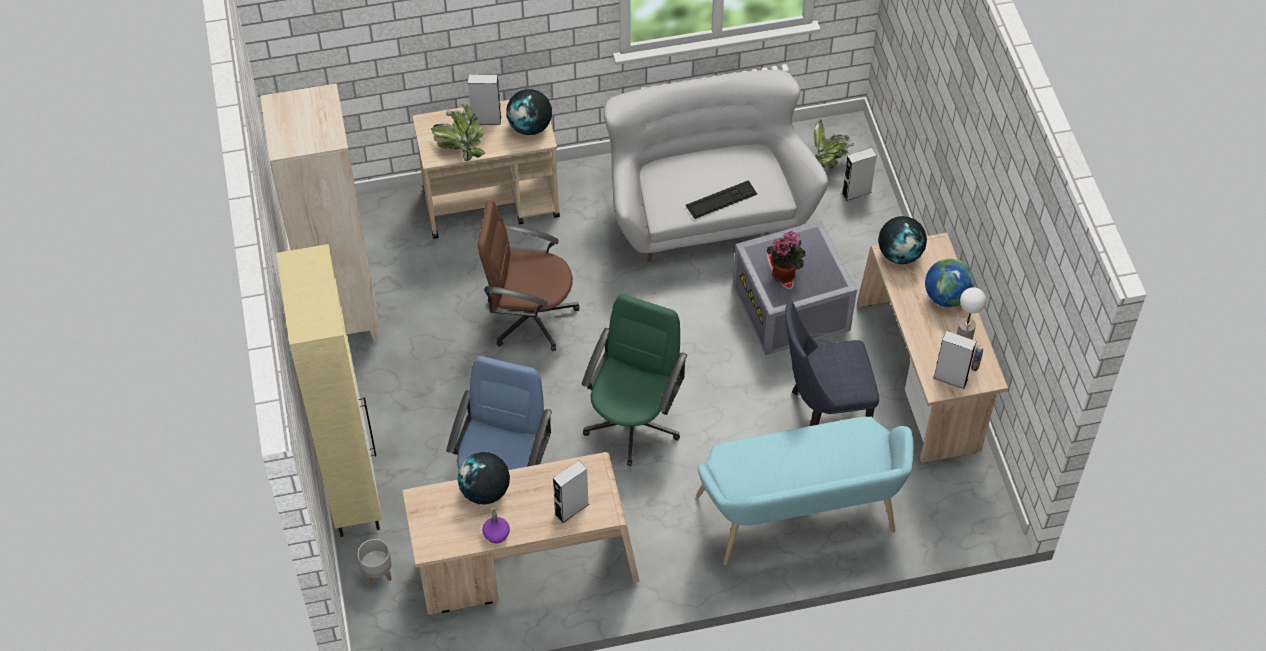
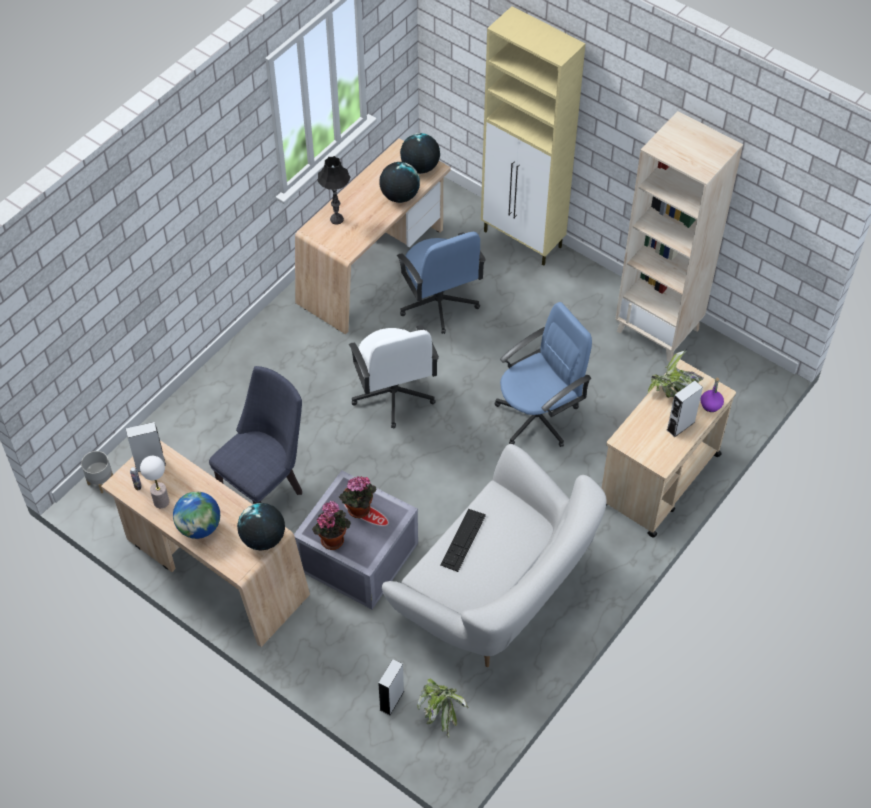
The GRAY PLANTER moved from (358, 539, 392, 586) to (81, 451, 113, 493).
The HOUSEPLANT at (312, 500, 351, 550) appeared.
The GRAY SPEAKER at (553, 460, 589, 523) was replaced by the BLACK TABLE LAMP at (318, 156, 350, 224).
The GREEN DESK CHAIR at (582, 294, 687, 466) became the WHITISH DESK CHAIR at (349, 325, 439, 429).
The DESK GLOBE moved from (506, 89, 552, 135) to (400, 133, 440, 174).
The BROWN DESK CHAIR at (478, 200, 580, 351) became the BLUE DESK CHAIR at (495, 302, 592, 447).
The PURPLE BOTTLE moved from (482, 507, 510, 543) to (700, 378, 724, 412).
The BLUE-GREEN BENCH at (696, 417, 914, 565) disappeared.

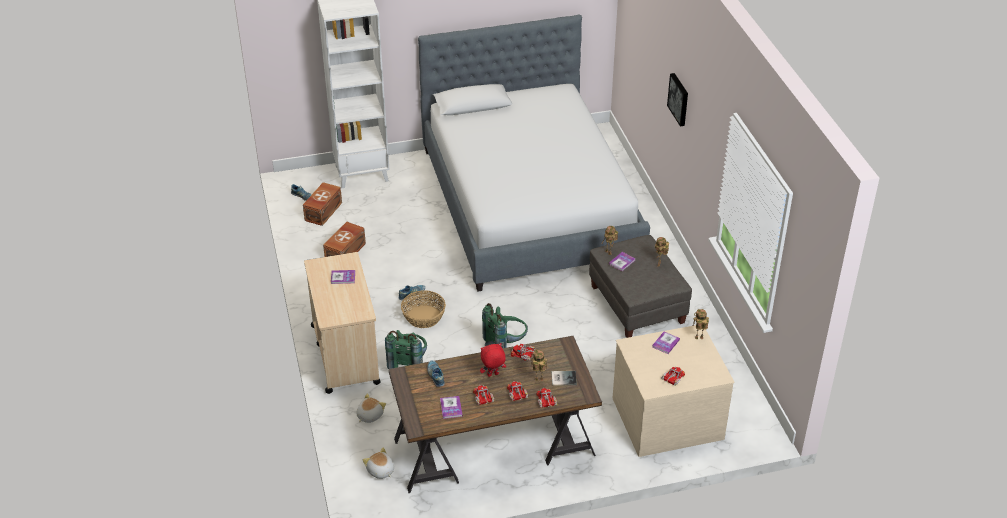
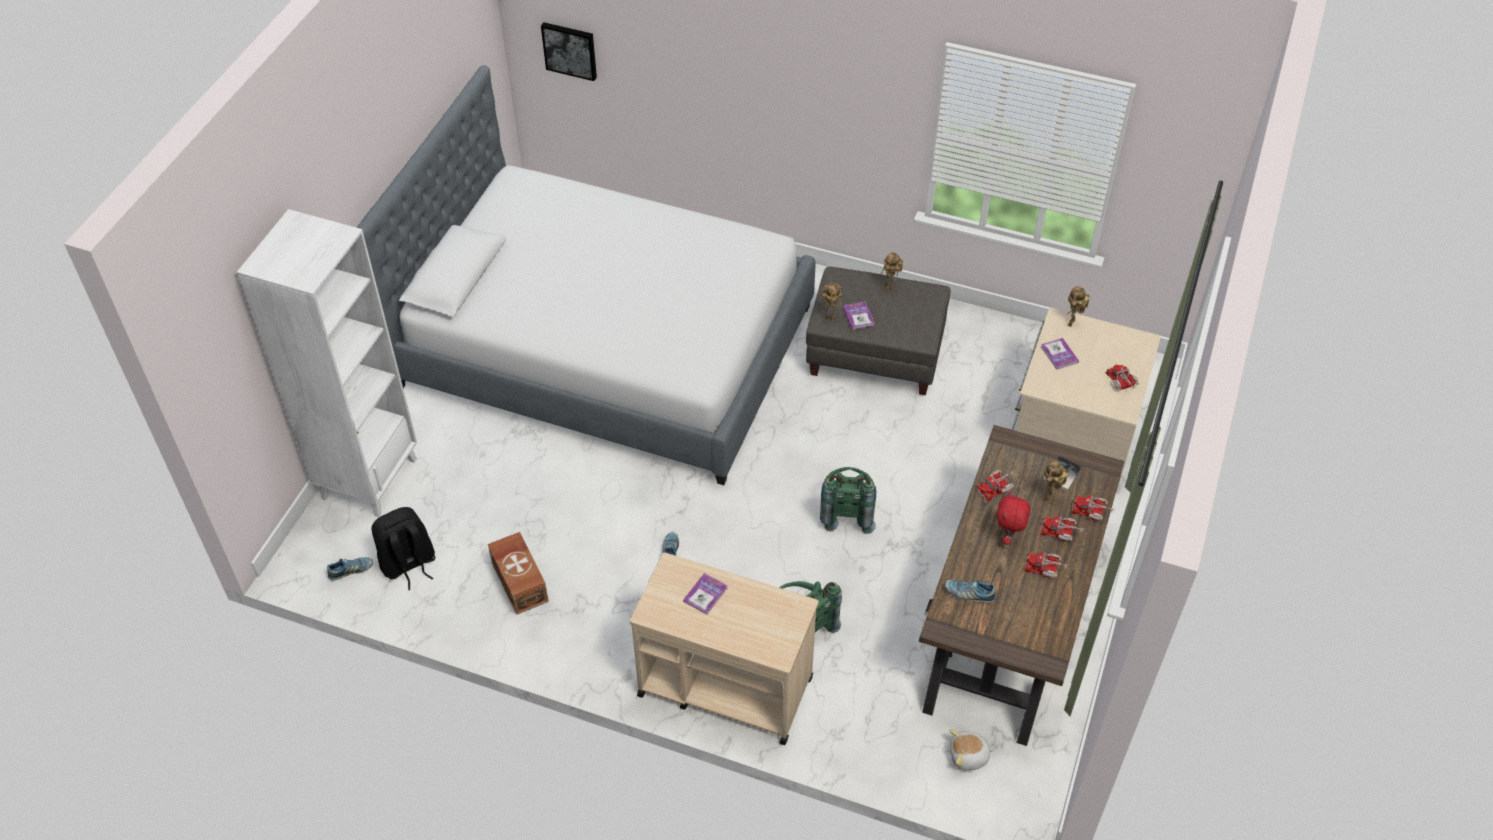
The BROWN STORAGE BOX at (303, 182, 342, 226) was replaced by the BLACK RUCKSACK at (371, 507, 436, 590).
The WALL ART moved from (667, 73, 688, 126) to (541, 22, 597, 81).
The CUDDLY TOY at (356, 393, 386, 423) disappeared.
The BASKET at (401, 290, 446, 328) disappeared.
The BOOK at (440, 396, 463, 419) disappeared.

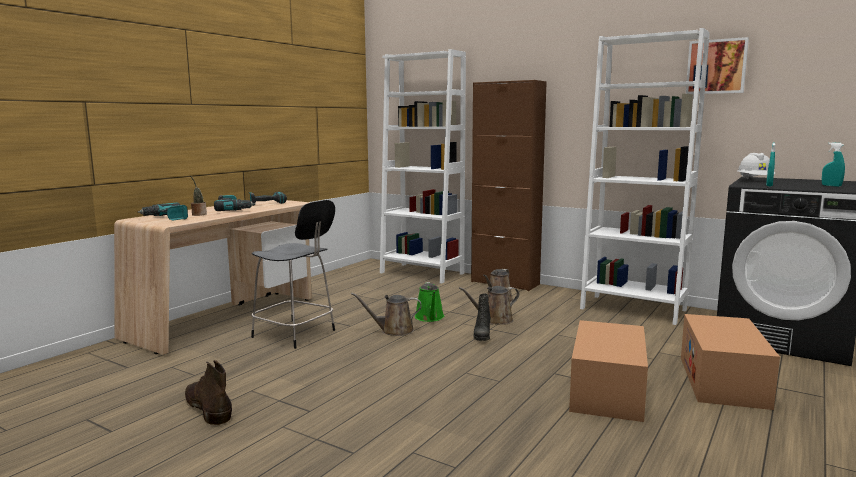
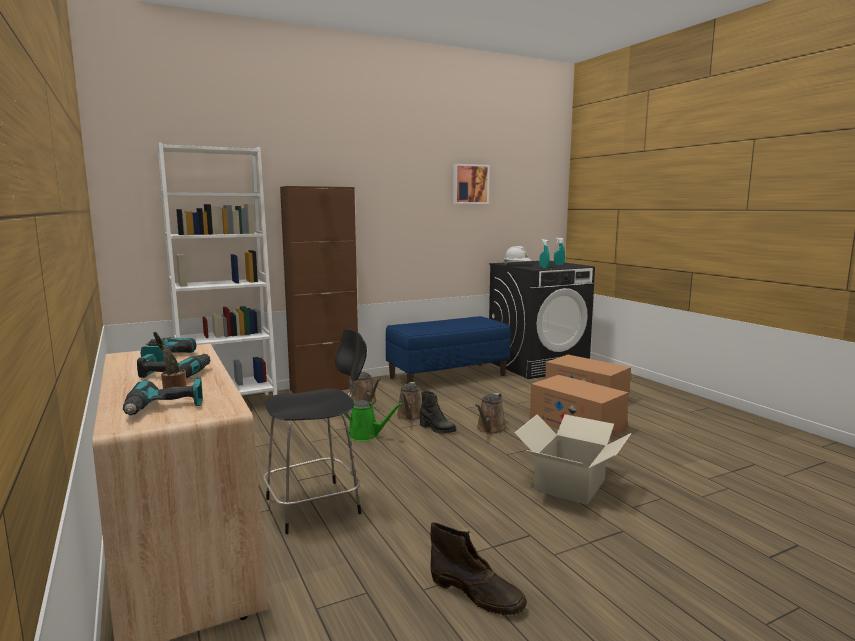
The WHITISH BOOKCASE at (580, 28, 710, 325) was replaced by the BLUE BENCH at (385, 316, 511, 383).
The BROWN HIGH-TOP BOOT at (185, 360, 232, 425) turned 135 degrees counterclockwise.
The BROWN SPRINKLING CAN moved from (351, 293, 421, 336) to (475, 393, 507, 434).
The CARDBOARD BOX at (515, 414, 632, 505) appeared.

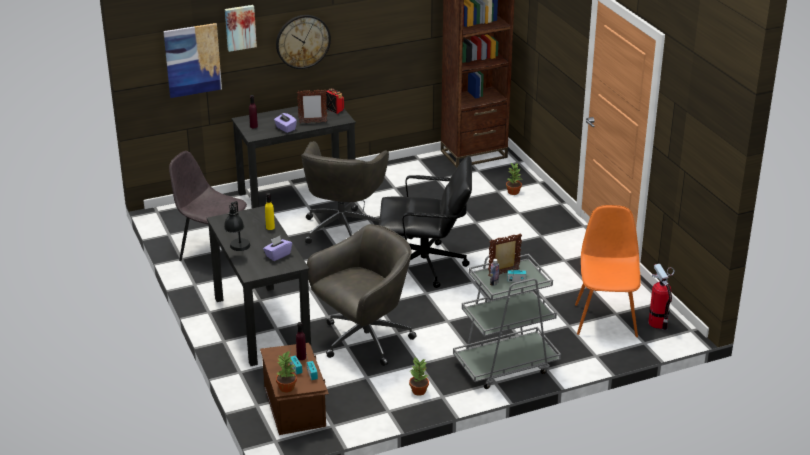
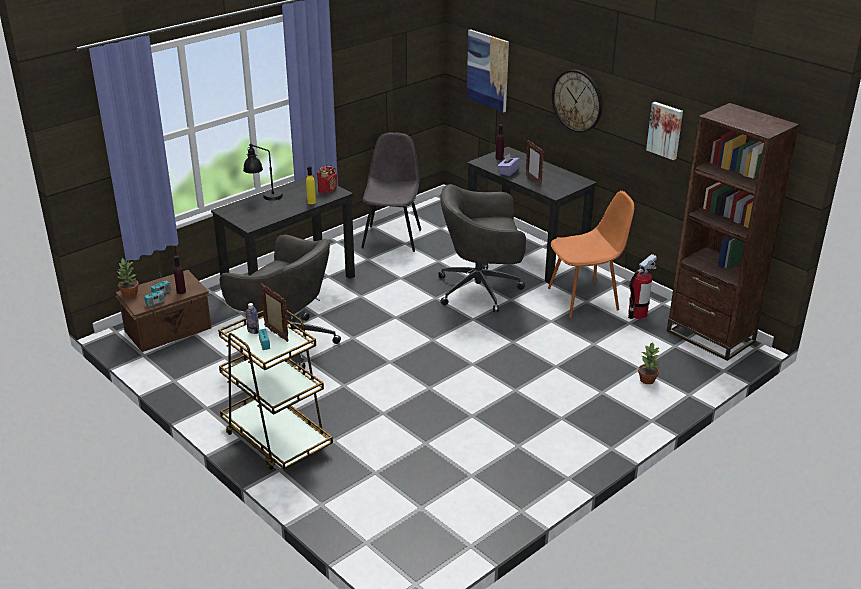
The GRAY WHEELED CART at (453, 254, 561, 389) became the BROWN WHEELED CART at (218, 310, 333, 470).
The RADIO moved from (326, 88, 344, 114) to (317, 165, 337, 194).
The ORANGE UPRIGHT CHAIR moved from (575, 205, 641, 337) to (548, 191, 634, 318).
The FIRE EXTINGUISHER moved from (648, 264, 675, 330) to (628, 254, 657, 319).
The WALL ART moved from (225, 5, 257, 52) to (646, 102, 683, 160).
The PURPLE TISSUE BOX at (263, 236, 292, 261) disappeared.
The BLACK DESK CHAIR at (379, 156, 472, 288) disappeared.
The HOUSEPLANT at (409, 357, 429, 396) disappeared.

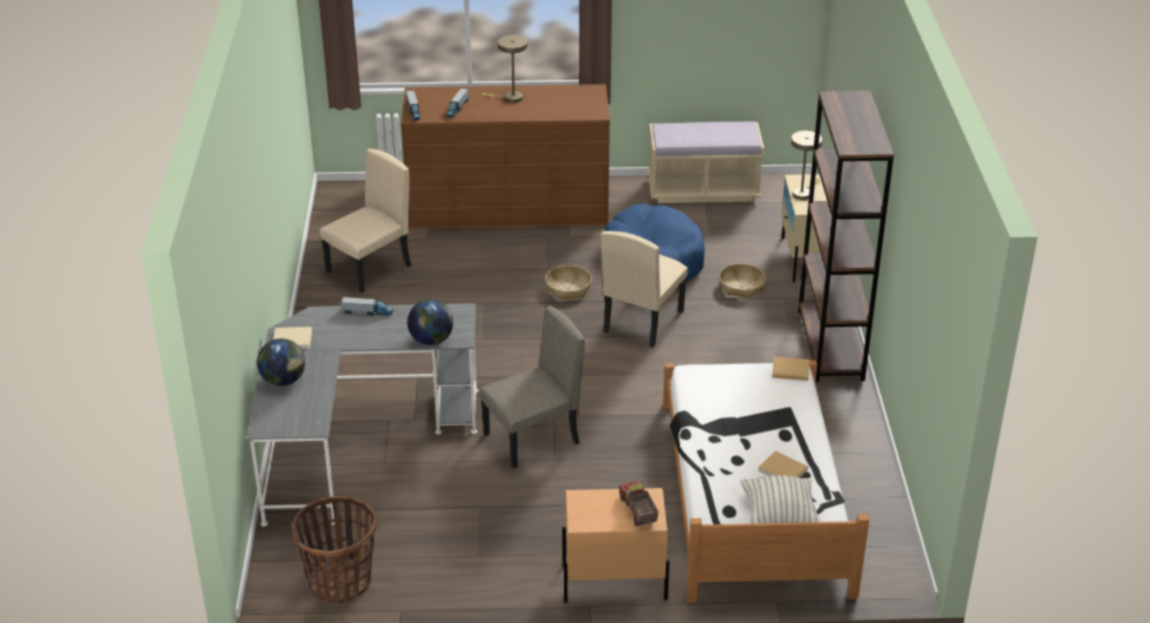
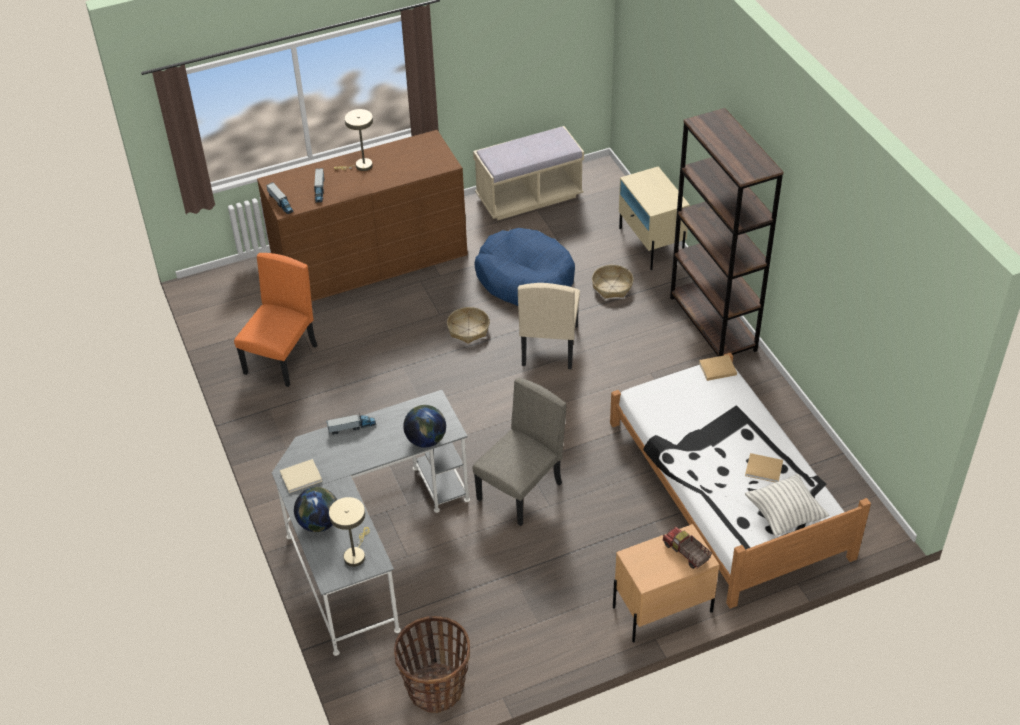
The BEIGE UPRIGHT CHAIR at (320, 149, 412, 293) became the ORANGE UPRIGHT CHAIR at (234, 253, 317, 387).
The BEIGE TABLE LAMP moved from (791, 131, 822, 200) to (329, 497, 370, 567).

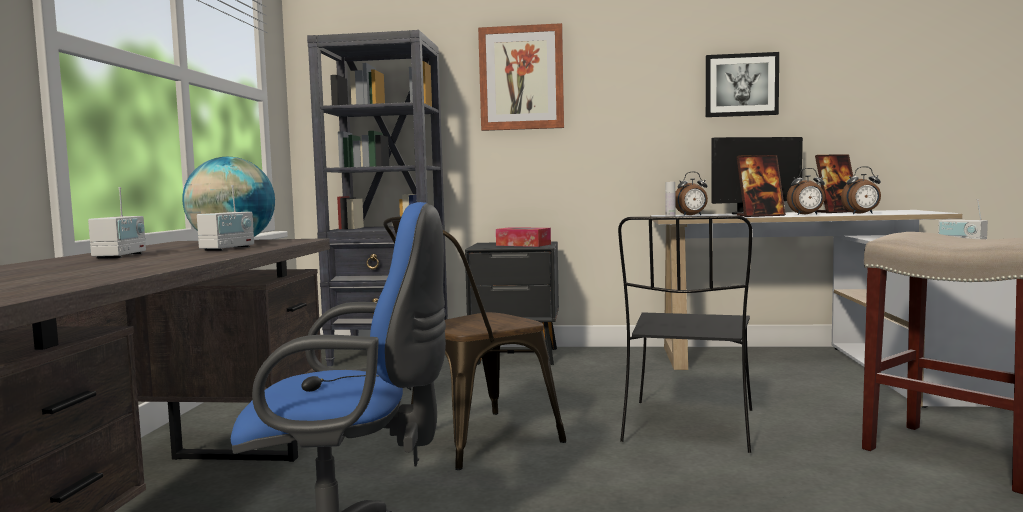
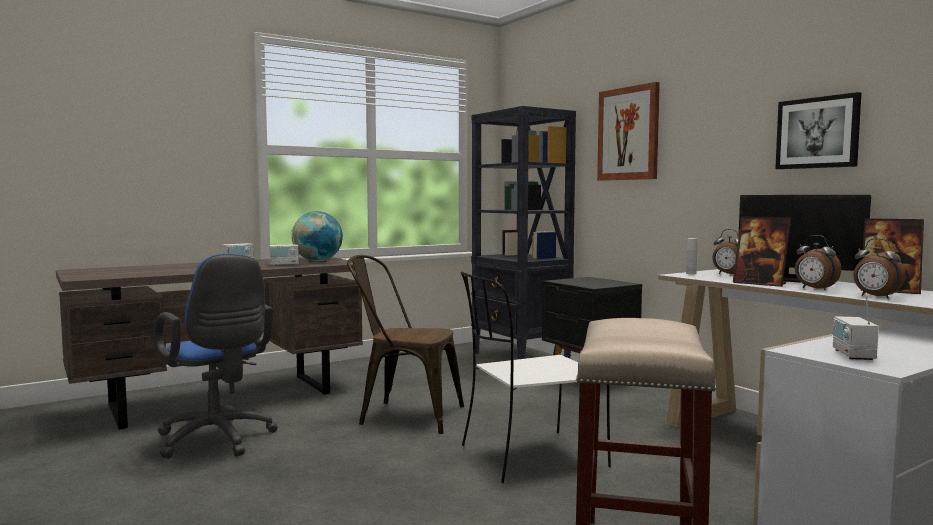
The BLACK UPRIGHT CHAIR at (618, 215, 752, 453) became the WHITISH UPRIGHT CHAIR at (461, 272, 611, 483).
The TISSUE BOX at (496, 227, 551, 247) disappeared.

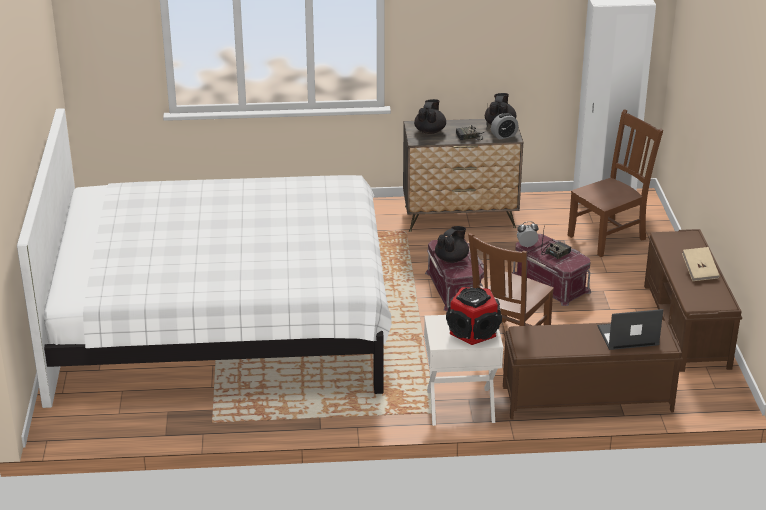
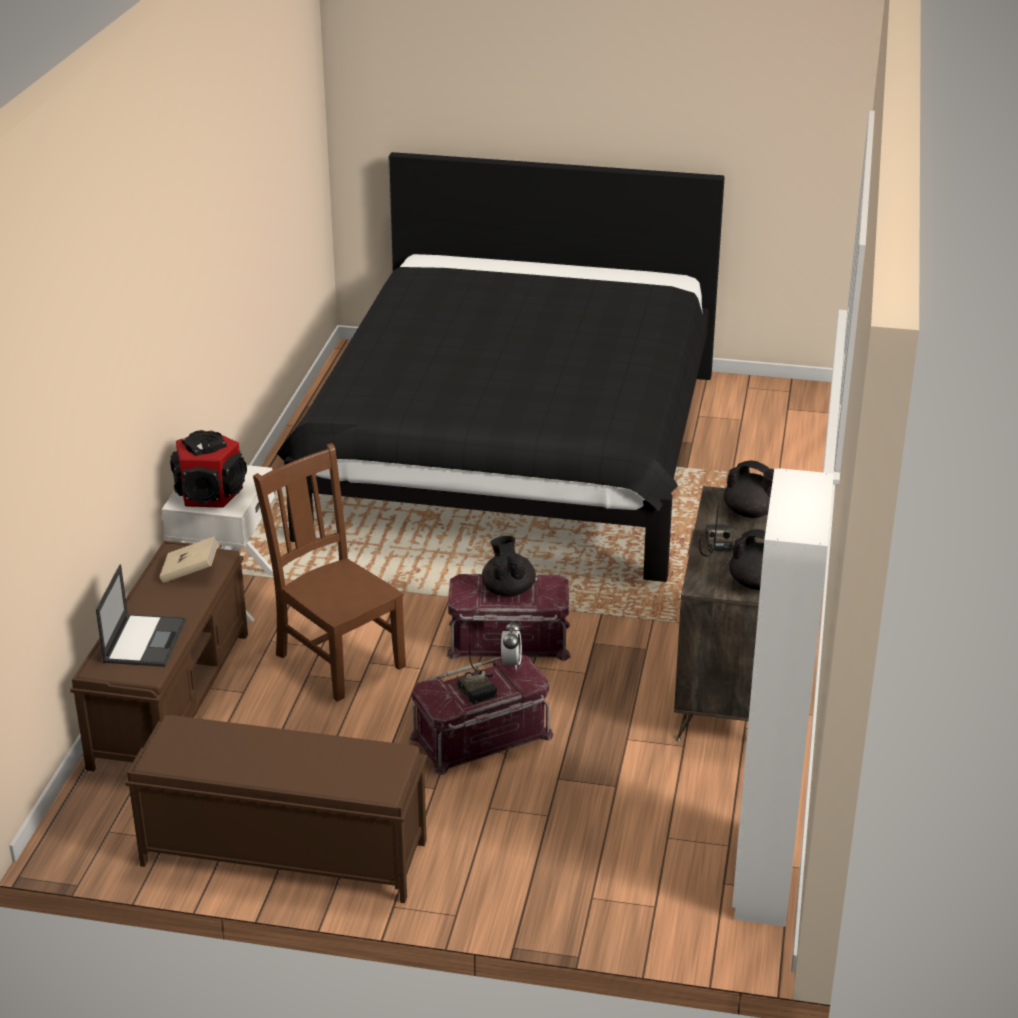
The BEIGE BOOK moved from (682, 247, 720, 281) to (159, 536, 219, 583).
The WHITISH SLEEPING BED at (17, 108, 392, 408) became the BLACK SLEEPING BED at (277, 152, 725, 582).
The BLACK TEA POT at (435, 226, 469, 263) turned 150 degrees counterclockwise.
The TABLE CLOCK at (491, 113, 518, 140) disappeared.
The BROWN UPRIGHT CHAIR at (568, 109, 663, 257) disappeared.

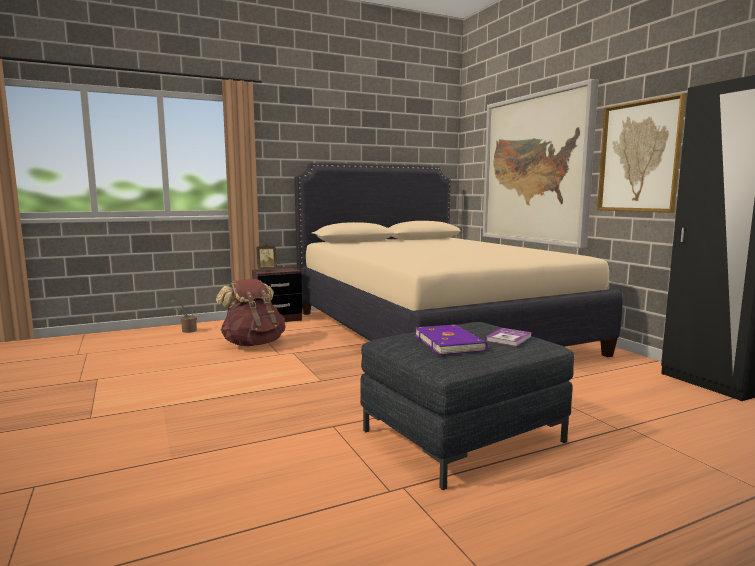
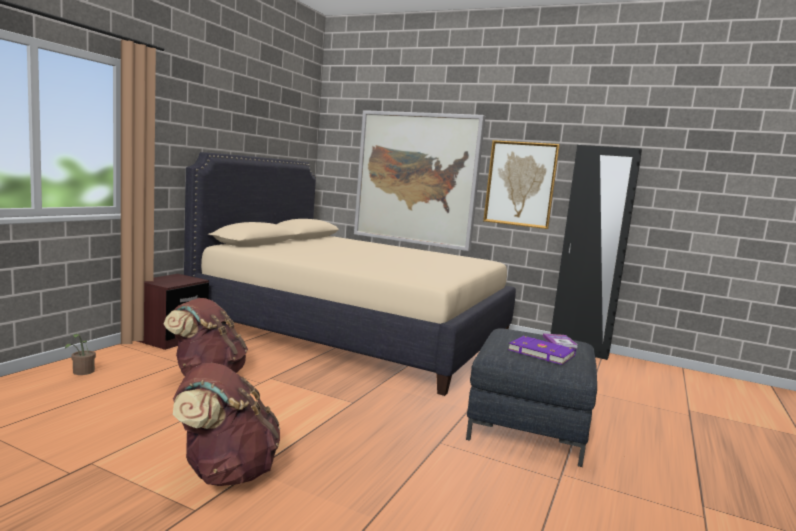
The BROWN RUCKSACK at (173, 363, 280, 486) appeared.
The STANDING FRAME at (256, 244, 277, 270) disappeared.

